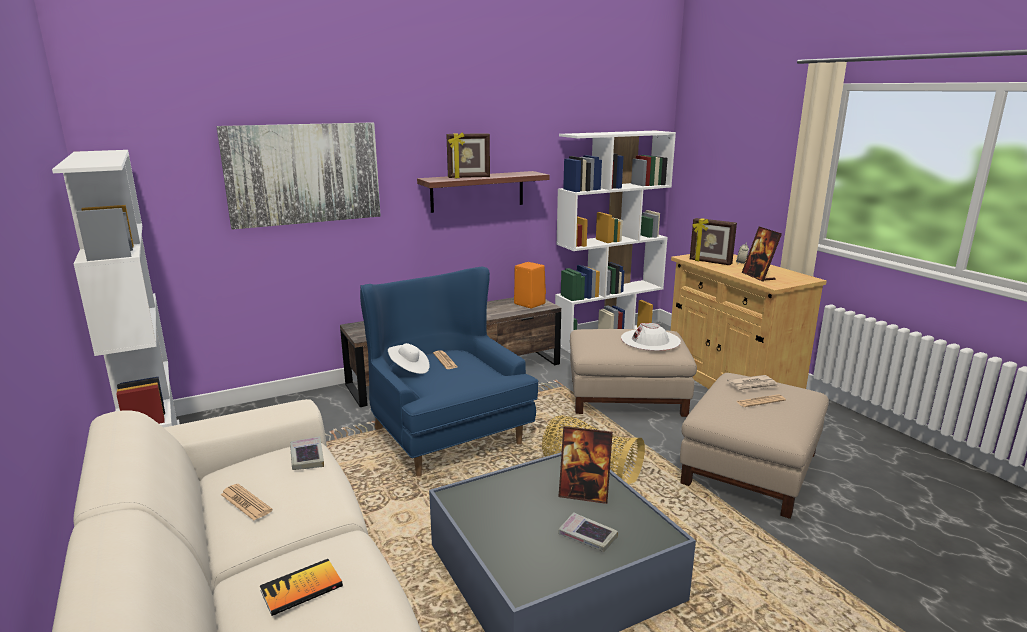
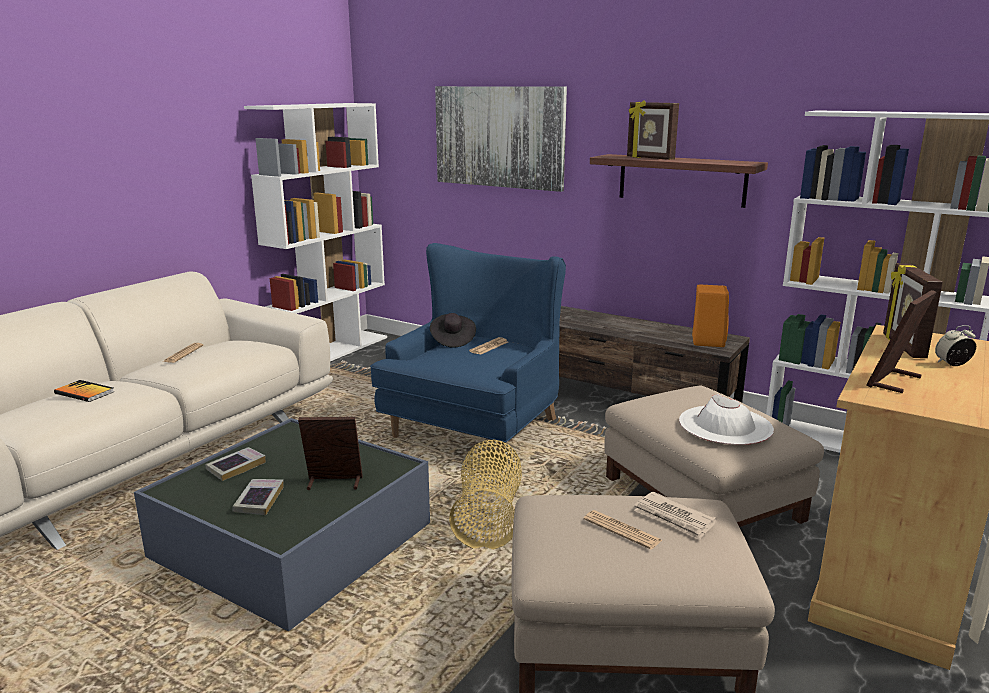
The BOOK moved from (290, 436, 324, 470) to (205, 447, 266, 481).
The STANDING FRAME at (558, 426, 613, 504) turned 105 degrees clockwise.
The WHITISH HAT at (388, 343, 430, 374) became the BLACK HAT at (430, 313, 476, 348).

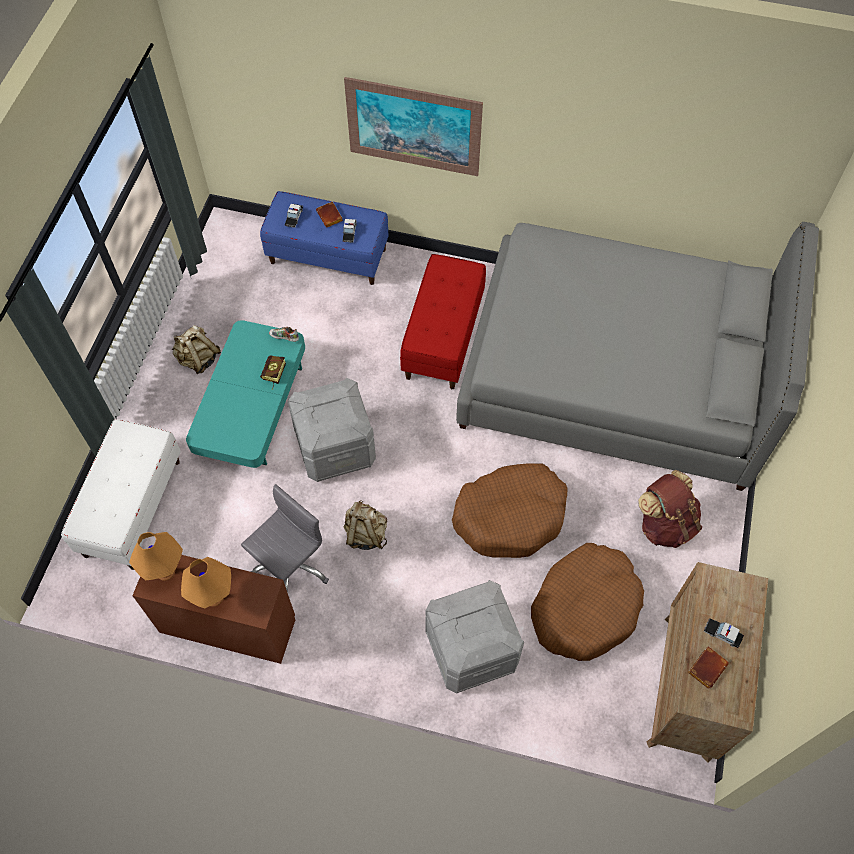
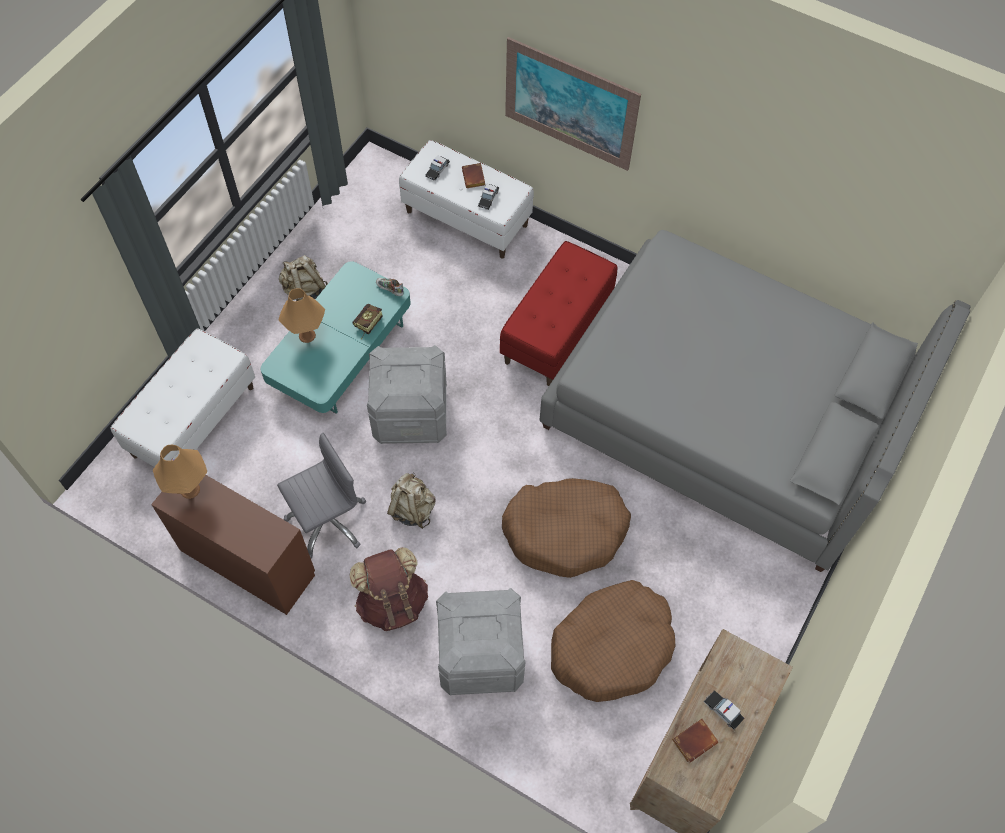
The ORANGE TABLE LAMP moved from (181, 557, 231, 608) to (279, 288, 325, 343).
The BROWN RUCKSACK moved from (638, 470, 702, 548) to (349, 547, 428, 631).
The BLUE BENCH at (260, 191, 388, 285) became the WHITISH BENCH at (399, 140, 534, 259).

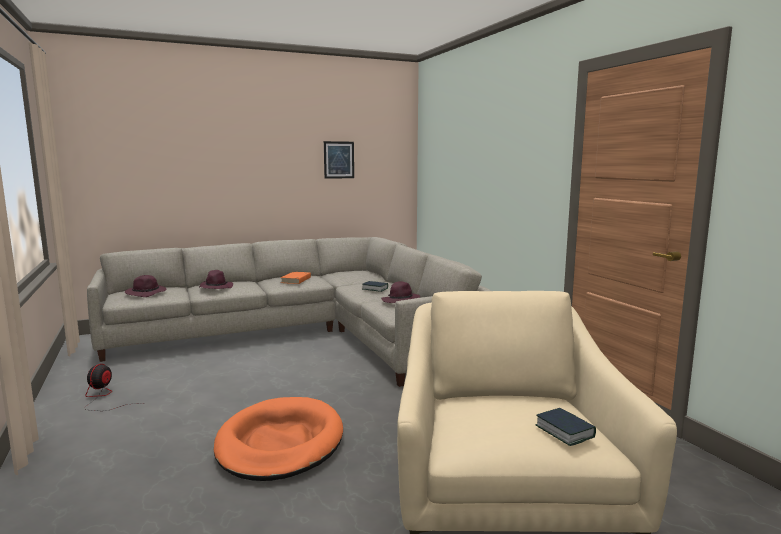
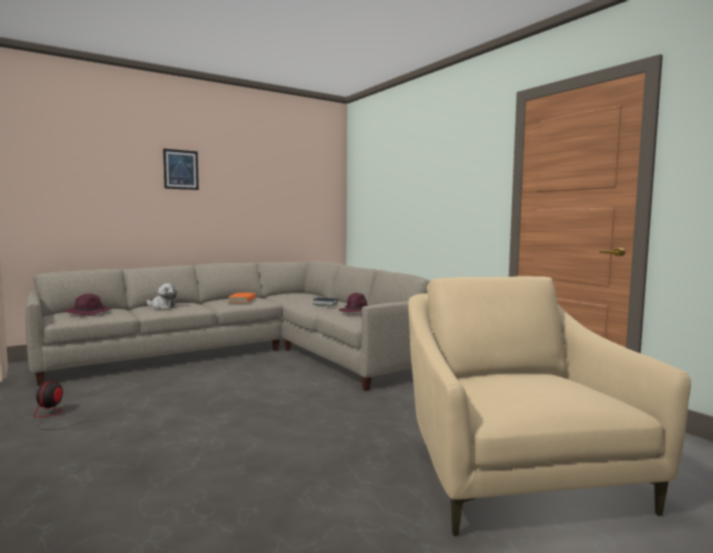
The PURPLE HAT at (199, 270, 233, 289) was replaced by the CUDDLY TOY at (146, 283, 178, 309).
The WALL ART moved from (324, 141, 354, 179) to (163, 149, 199, 190).
The ORANGE PET BED at (214, 397, 343, 481) disappeared.
The BOOK at (535, 408, 596, 446) disappeared.

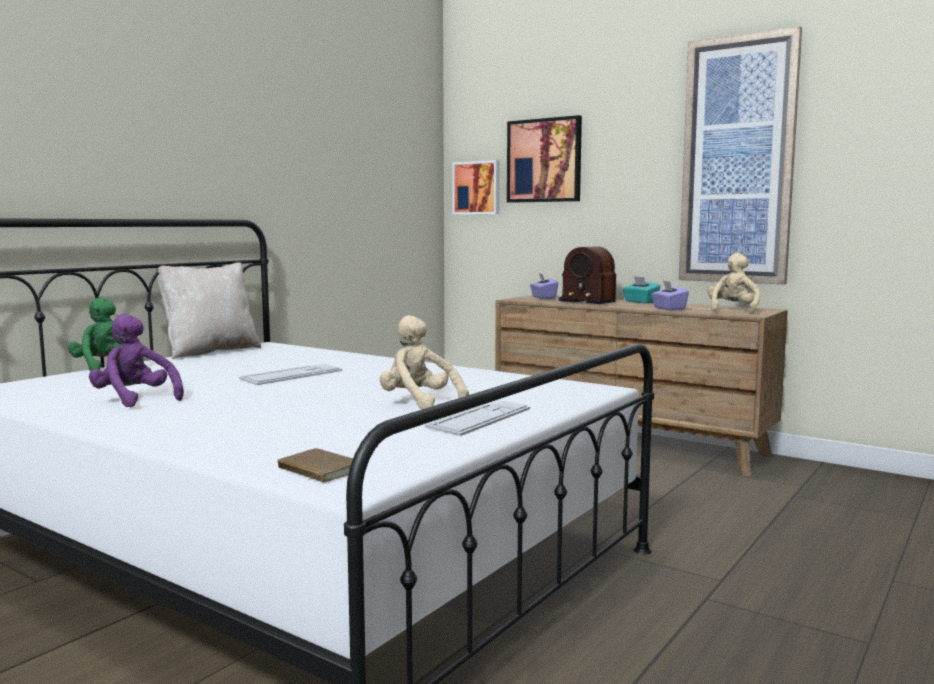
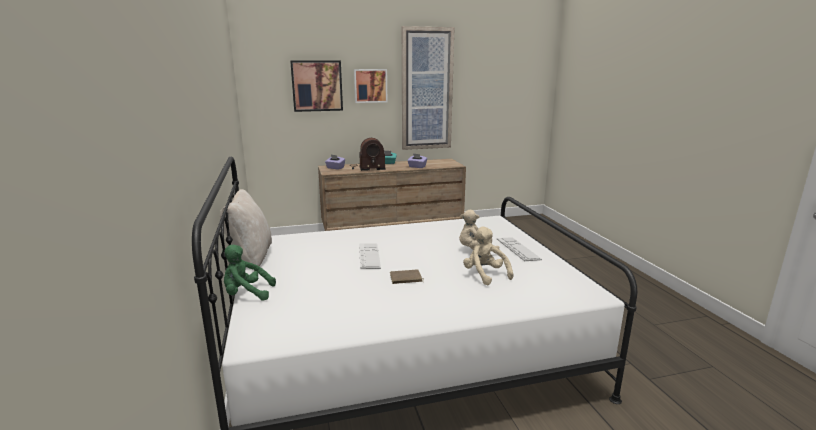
The WALL ART moved from (452, 160, 500, 215) to (354, 69, 387, 103).
The BROWN BOOK moved from (277, 448, 353, 483) to (390, 269, 424, 284).
The BEIGE CUDDLY TOY moved from (707, 253, 760, 314) to (463, 226, 514, 285).
The PURPLE CUDDLY TOY at (89, 314, 184, 407) disappeared.

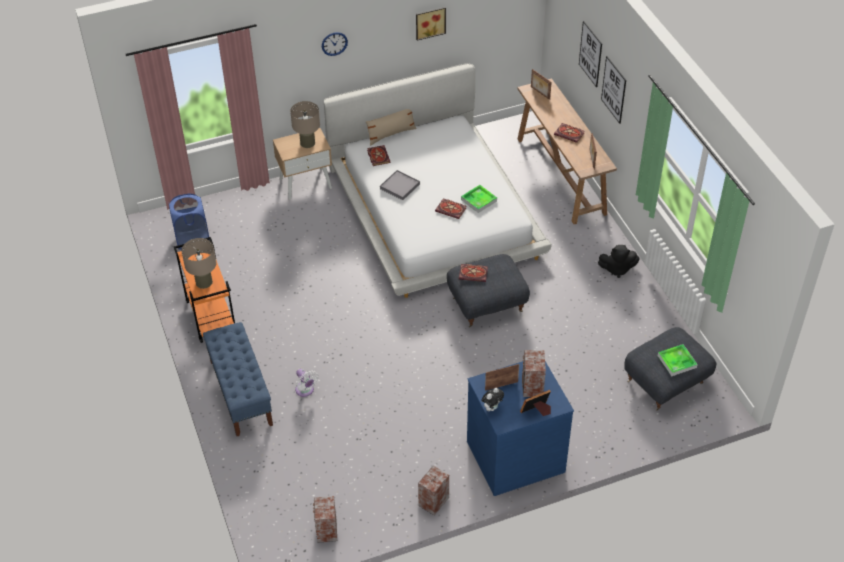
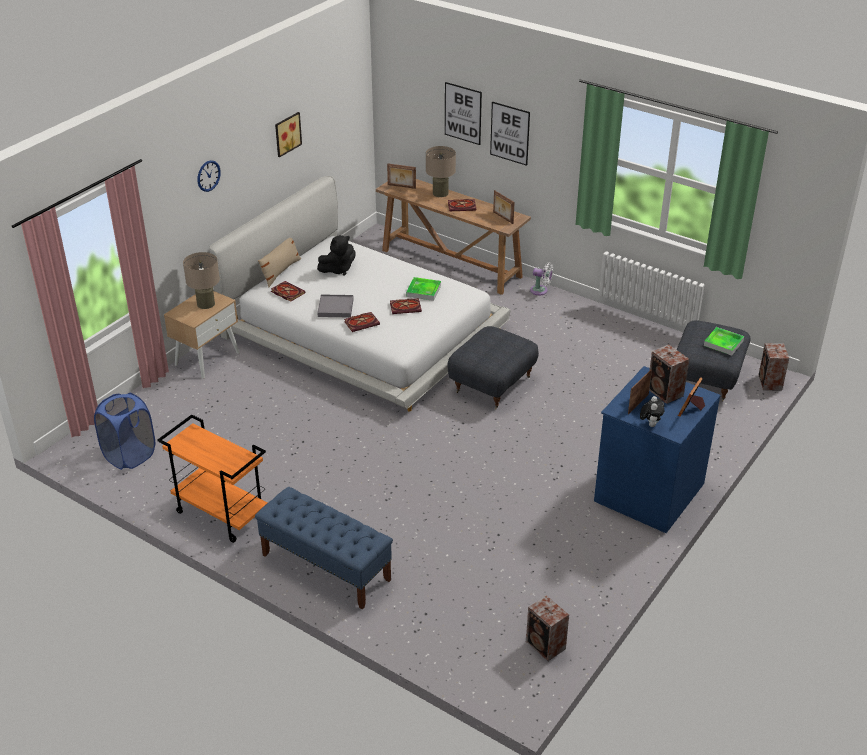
The BLACK CUDDLY TOY moved from (598, 245, 640, 278) to (317, 235, 355, 275).
The BOOK moved from (459, 264, 488, 282) to (344, 312, 380, 332).
The BEIGE TABLE LAMP moved from (182, 238, 216, 289) to (426, 146, 456, 197).
The WHITISH ELECTRIC FAN moved from (295, 369, 319, 397) to (530, 263, 553, 295).
The SPEAKER moved from (418, 465, 449, 515) to (758, 343, 789, 391).

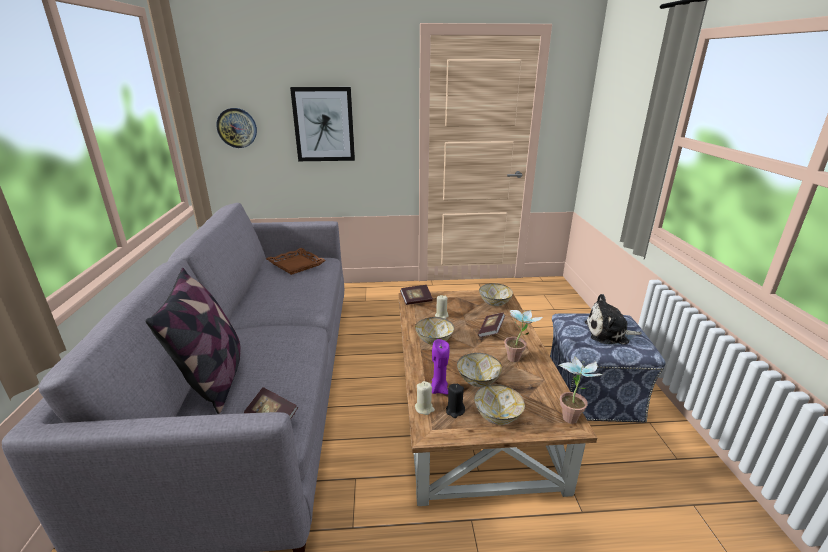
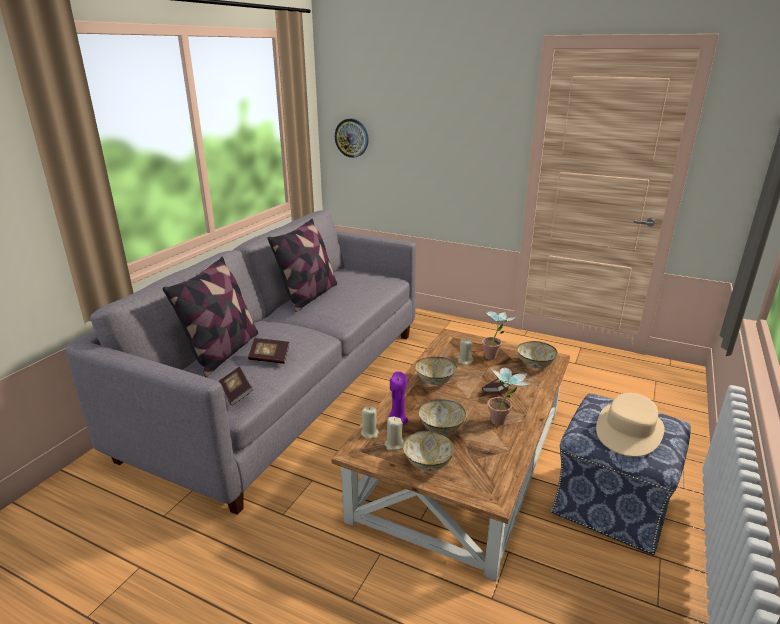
The BOOK moved from (400, 285, 433, 305) to (248, 338, 290, 364).
The PILLOW at (267, 219, 337, 312) appeared.
The BLACK CANDLE at (446, 384, 465, 418) became the BEIGE CANDLE at (384, 417, 404, 450).
The HOUSEPLANT moved from (558, 356, 603, 424) to (482, 310, 516, 360).
The CUDDLY TOY at (585, 294, 642, 345) was replaced by the BEIGE HAT at (596, 393, 664, 457).
The BROWN CARRYING TRAY at (266, 248, 326, 275) disappeared.
The WALL ART at (290, 87, 355, 161) disappeared.

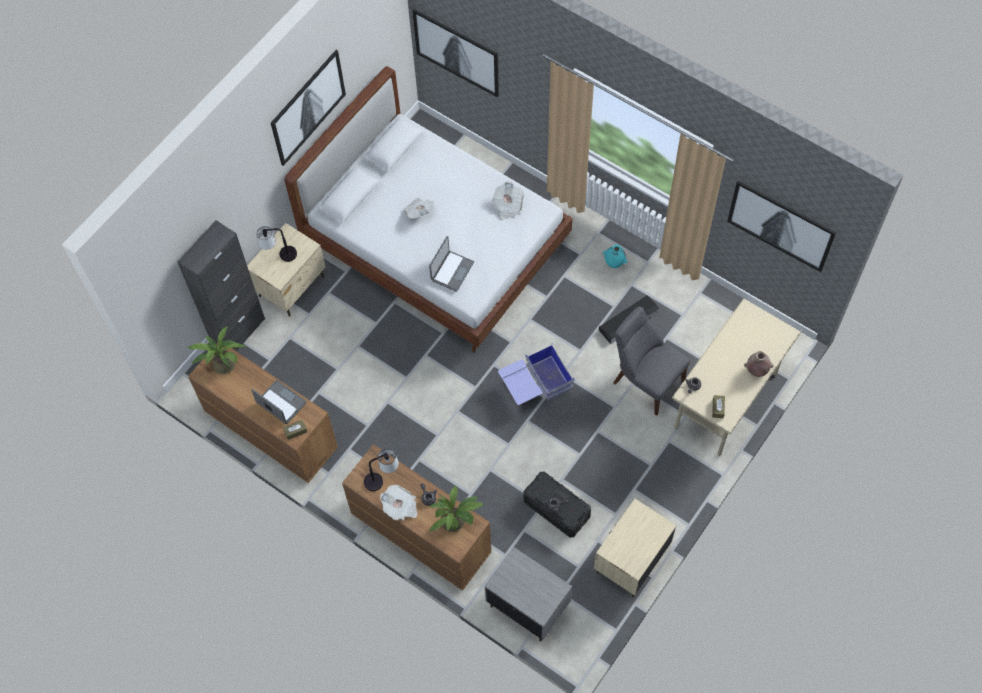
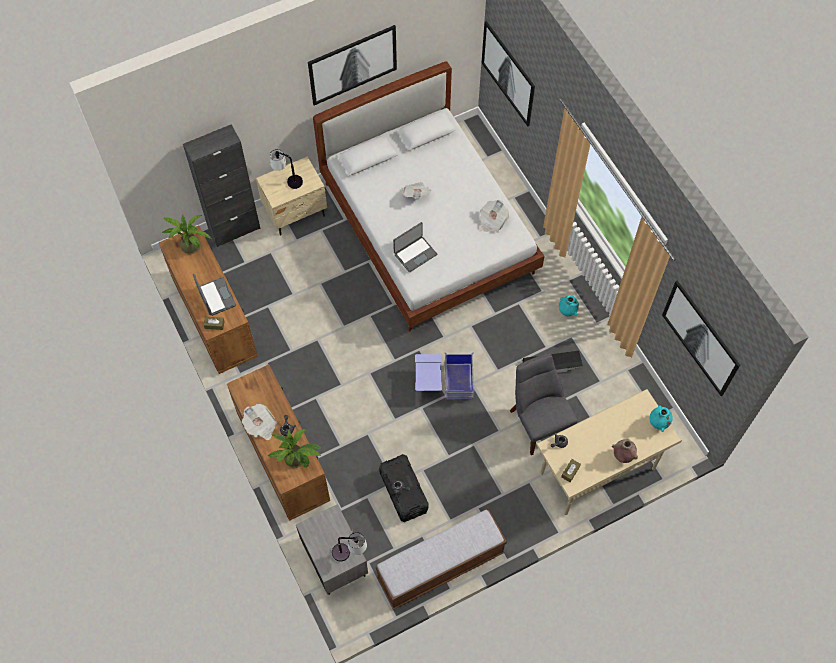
The TABLE LAMP moved from (364, 448, 399, 491) to (332, 532, 367, 561).
The BEIGE NIGHT TABLE at (594, 499, 677, 597) was replaced by the BENCH at (376, 510, 507, 610).
The BLUE-GREEN FLOWER VASE at (650, 406, 673, 432) appeared.

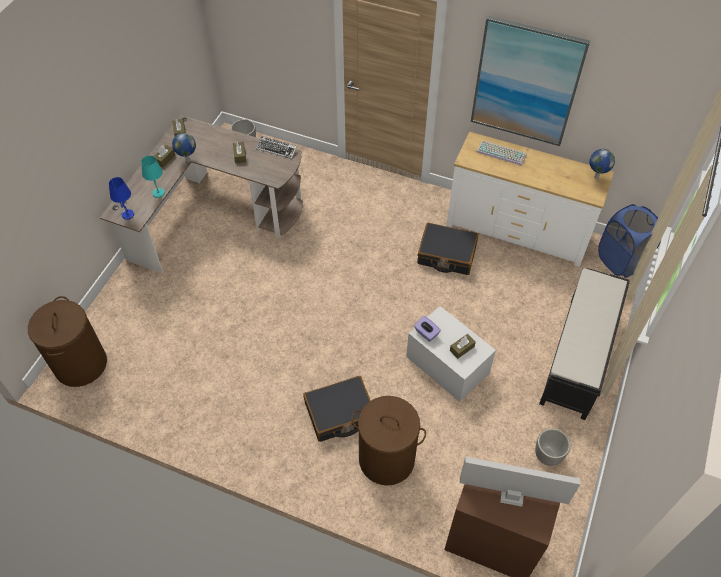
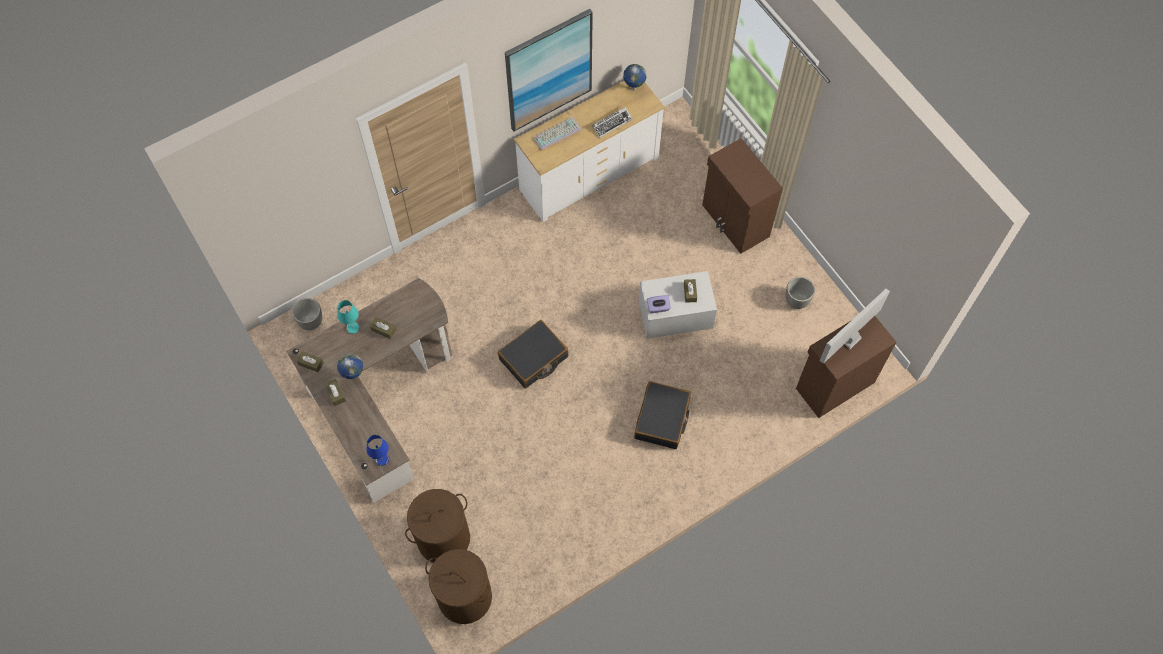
The BLUE-GREEN TABLE LAMP moved from (141, 156, 165, 198) to (337, 300, 359, 334).
The BROWN LAUNDRY BASKET moved from (352, 396, 426, 485) to (405, 489, 470, 563).
The BLACK SUITCASE moved from (417, 223, 478, 275) to (498, 320, 568, 388).
The COMPUTER KEYBOARD moved from (256, 136, 297, 159) to (592, 107, 632, 138).
The BLACK BENCH at (539, 268, 630, 420) was replaced by the BROWN CUPBOARD at (702, 138, 783, 254).
The BLUE LAUNDRY BASKET at (598, 204, 661, 278) disappeared.

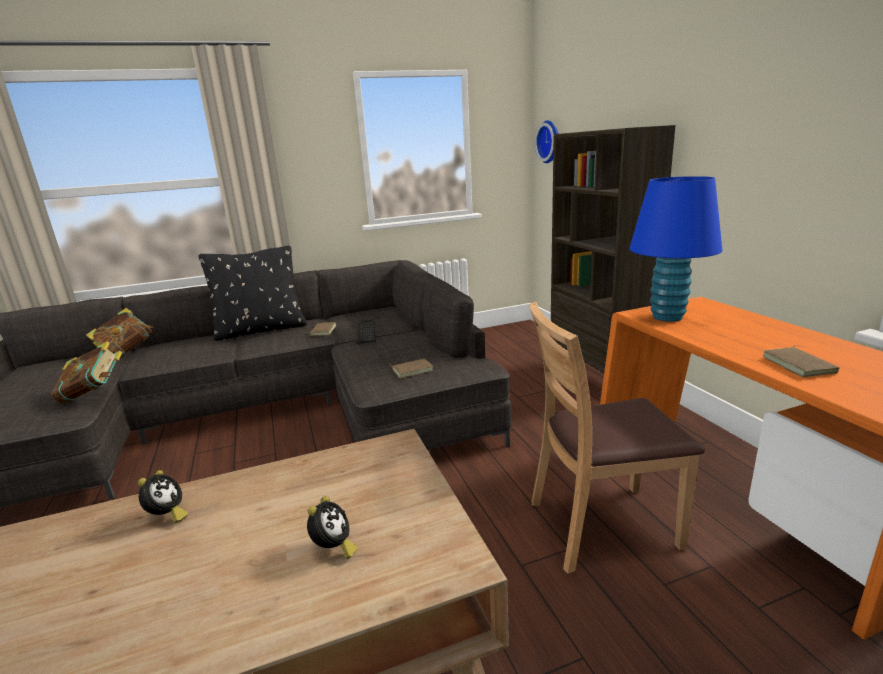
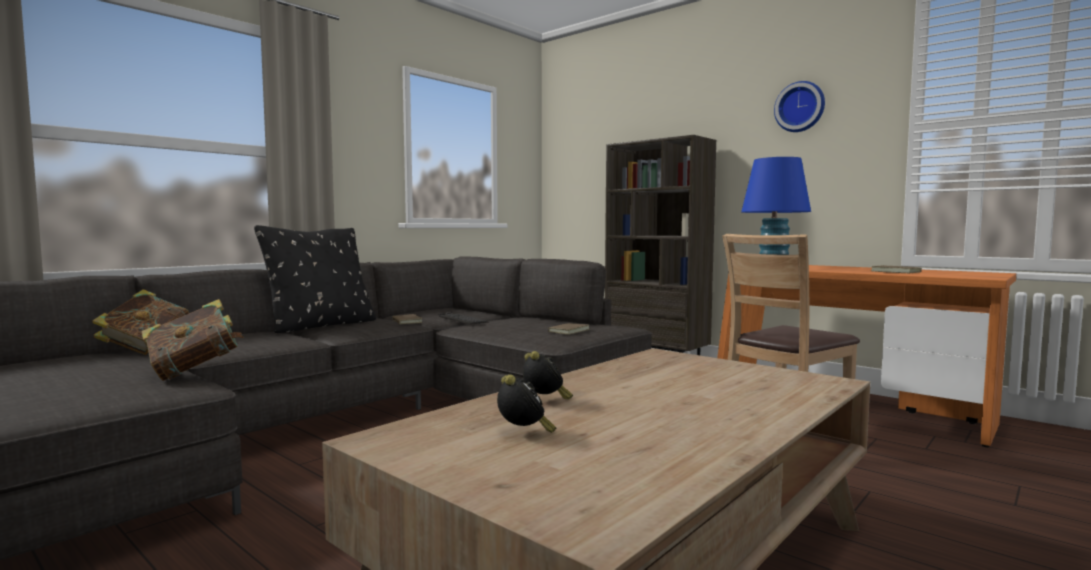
The TABLE CLOCK moved from (307, 496, 358, 559) to (497, 375, 556, 433).
The HANGING CLOCK moved from (535, 120, 558, 163) to (774, 81, 825, 132).

